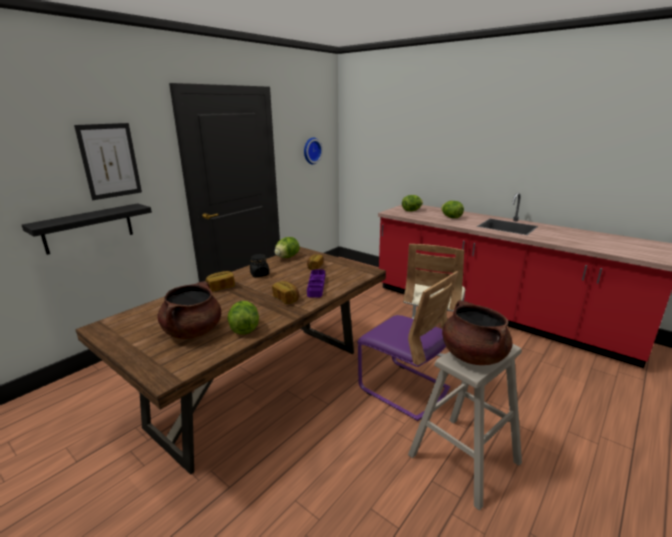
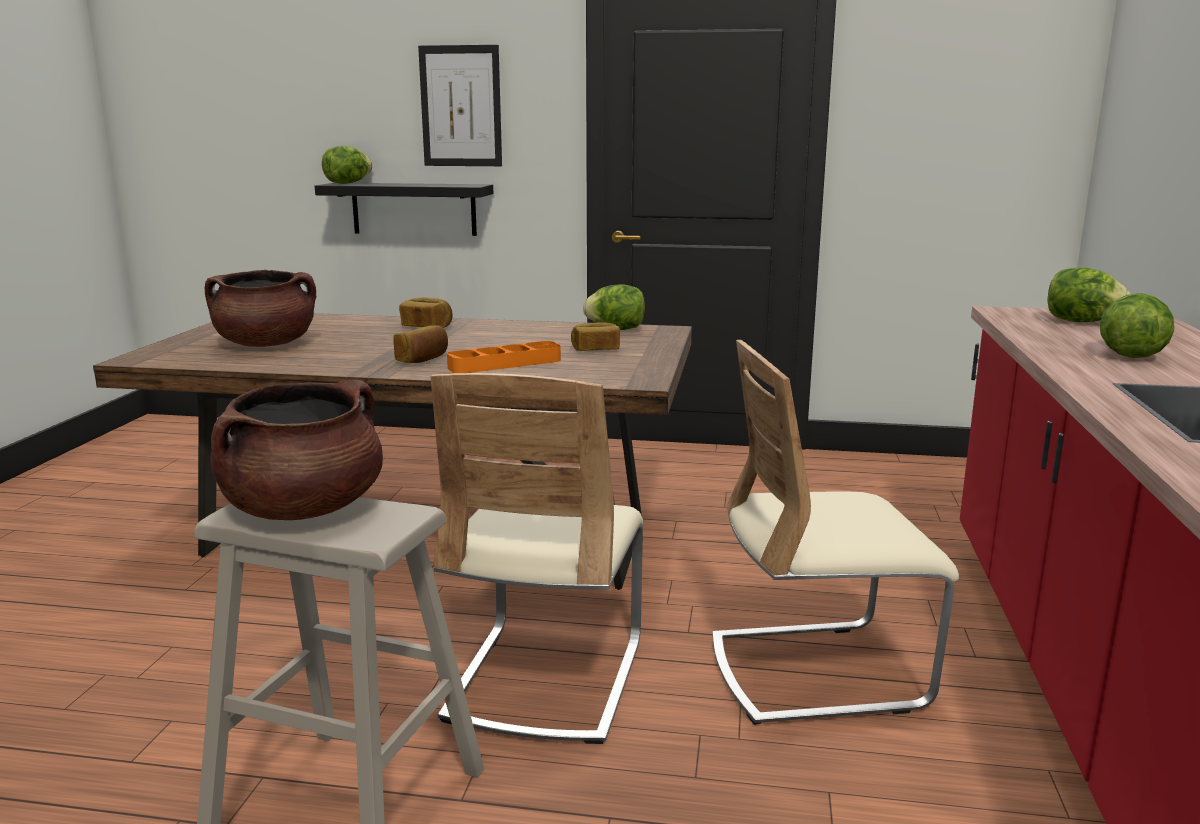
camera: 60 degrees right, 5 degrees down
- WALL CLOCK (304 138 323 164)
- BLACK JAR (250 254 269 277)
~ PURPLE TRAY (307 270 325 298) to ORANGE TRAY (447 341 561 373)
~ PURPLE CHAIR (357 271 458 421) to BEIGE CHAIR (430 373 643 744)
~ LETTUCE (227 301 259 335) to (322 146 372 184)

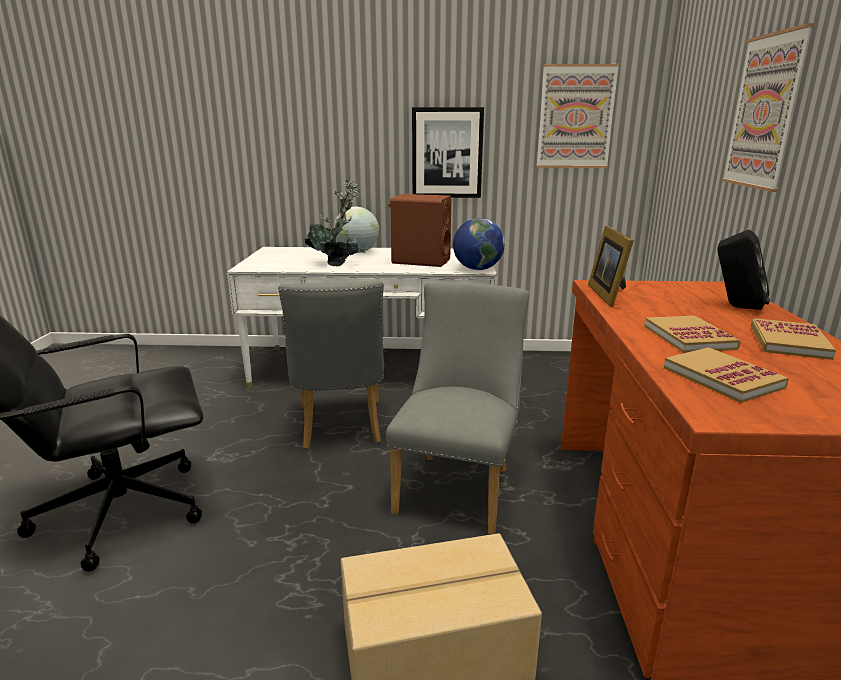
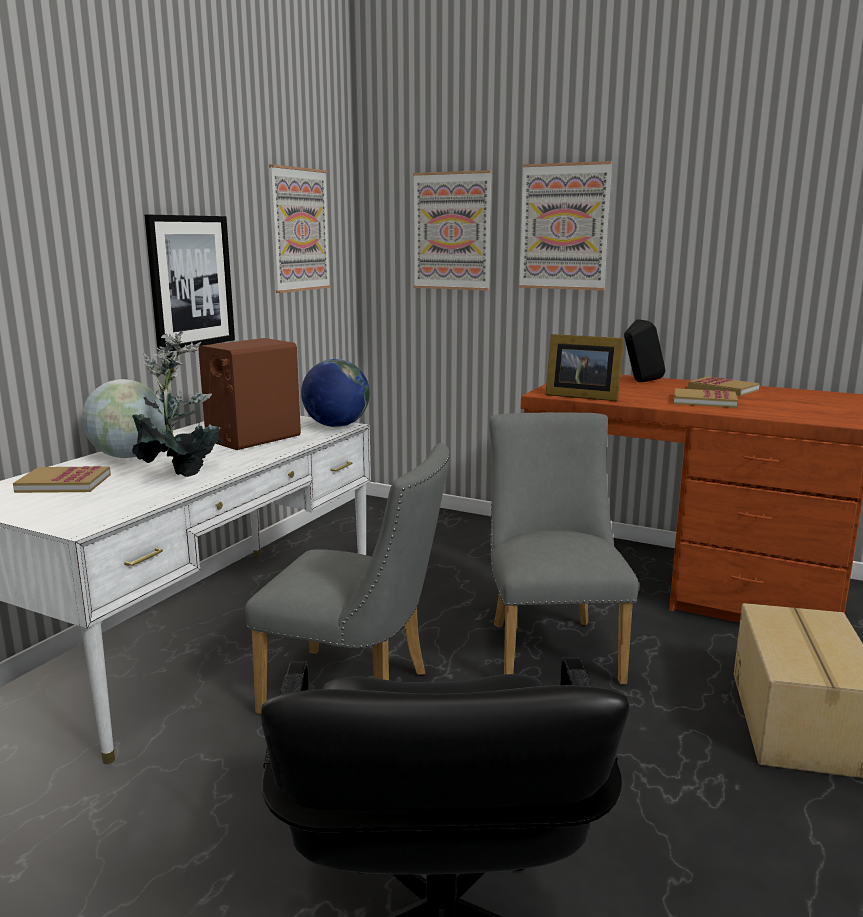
camera: 65 degrees left, 5 degrees down
~ GREY CHAIR (386 281 529 534) = (489 412 639 685) 45 degrees clockwise
~ BOOK (664 347 789 403) to (13 466 111 493)
+ PICTURE (413 170 492 291)

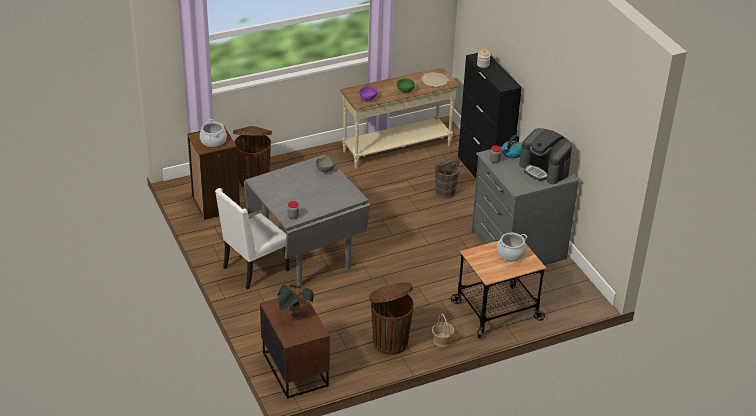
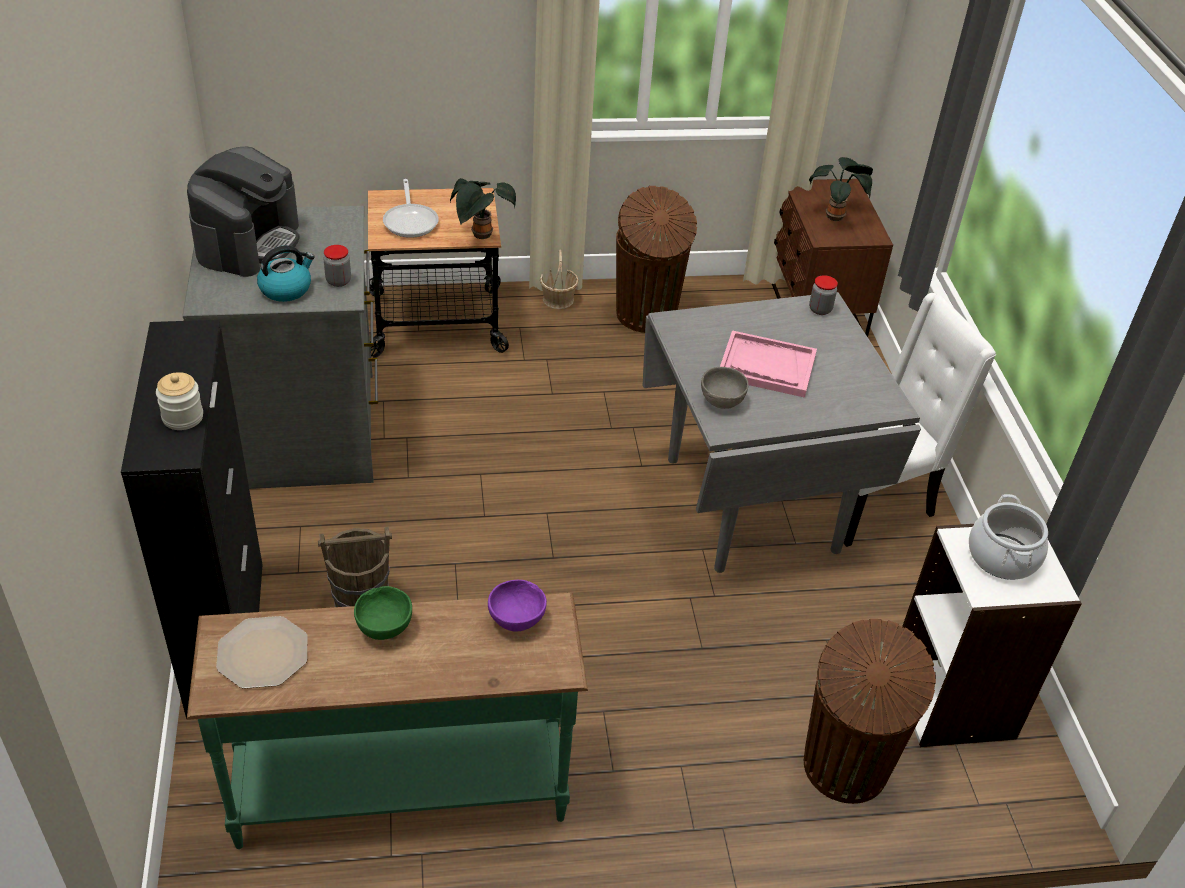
camera: 165 degrees left, 5 degrees up
~ BEIGE CONSOLE TABLE (340 67 460 168) to GREEN CONSOLE TABLE (187 593 588 849)
~ BROWN BOOKCASE (187 126 240 220) to WHITE BOOKCASE (902 524 1082 747)
~ COFFEE MACHINE (519 128 572 184) = (187 147 300 277) 45 degrees clockwise
~ COOKING POT (497 233 527 261) to FRYING PAN (383 179 439 238)
+ POTTED PLANT (450 178 516 239)
+ PINK TRAY (720 330 817 398)

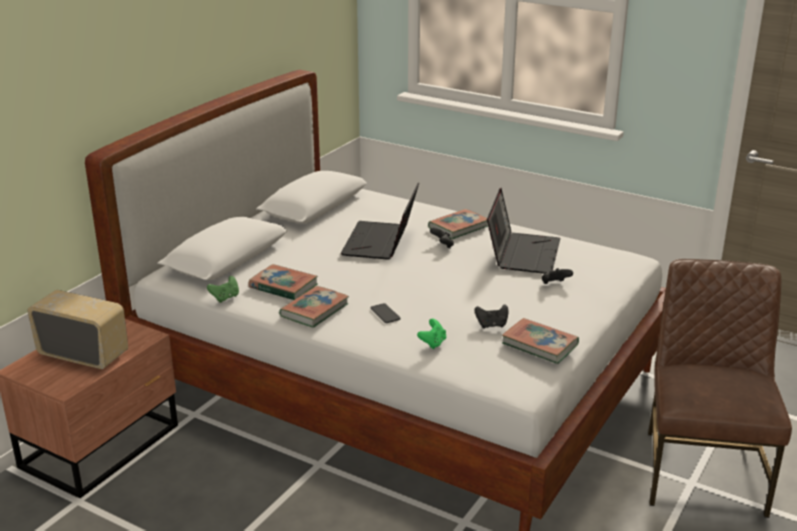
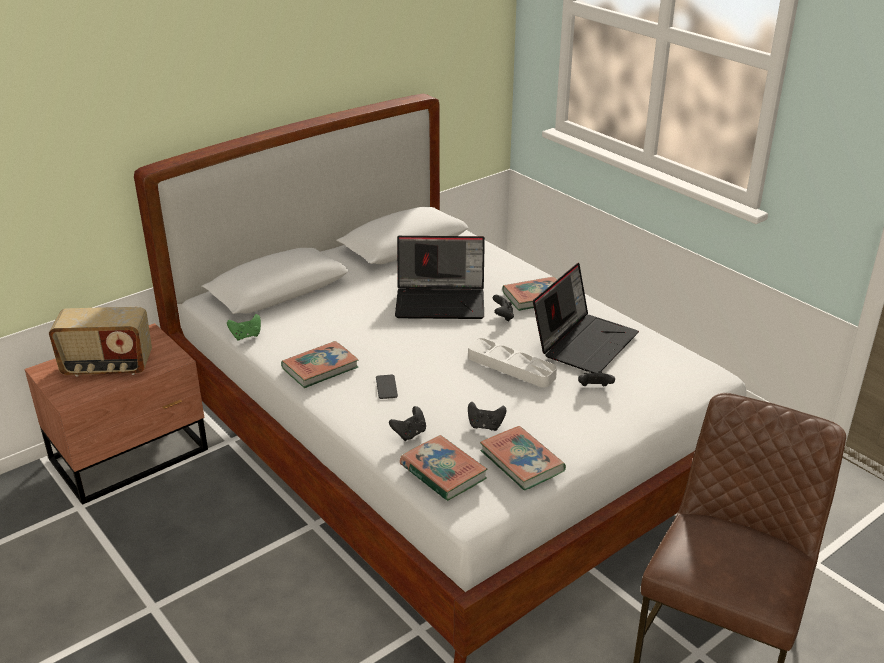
camera: 20 degrees right, 5 degrees up
~ LAPTOP (341 183 419 260) = (395 236 485 319) 120 degrees counterclockwise
~ BOOK (249 264 318 300) to (400 435 488 501)
~ RADIO (27 290 128 369) = (49 307 152 377) 135 degrees clockwise
~ GREEN GAME CONTROLLER (417 319 446 349) to BLACK GAME CONTROLLER (389 406 426 441)
+ GREY TRAY (468 338 557 387)

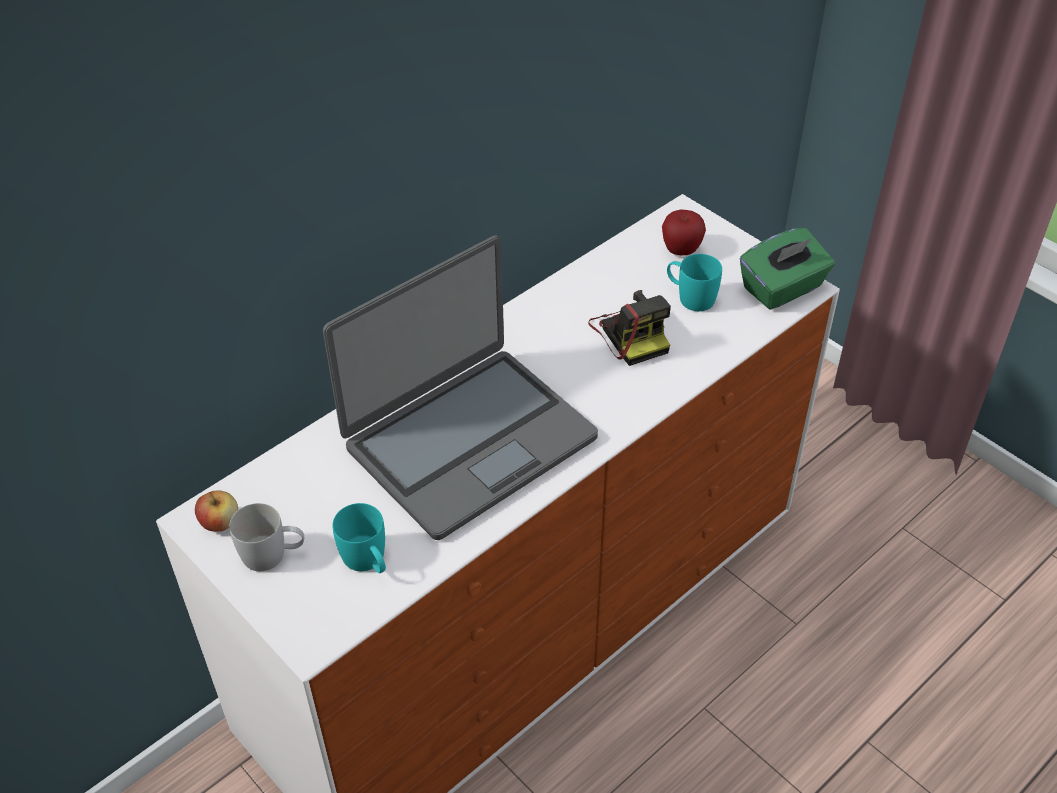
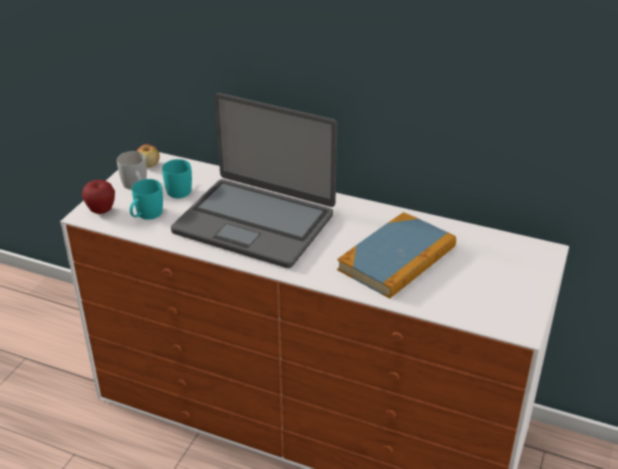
camera: 65 degrees right, 10 degrees down
~ APPLE (662 210 706 255) to (82 180 115 214)
- GREEN TISSUE BOX (740 228 835 310)
~ TURQUOISE MUG (667 254 722 311) to (162 159 192 198)
~ PHOTO CAMERA (588 290 671 366) to BOOK (337 212 456 299)

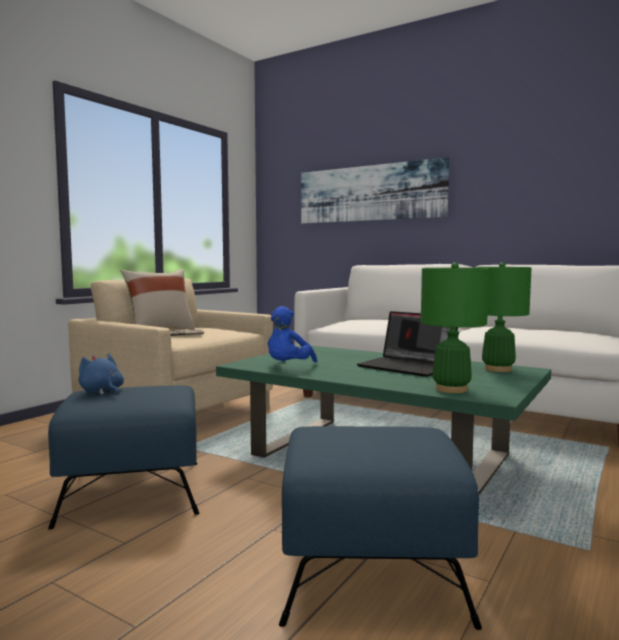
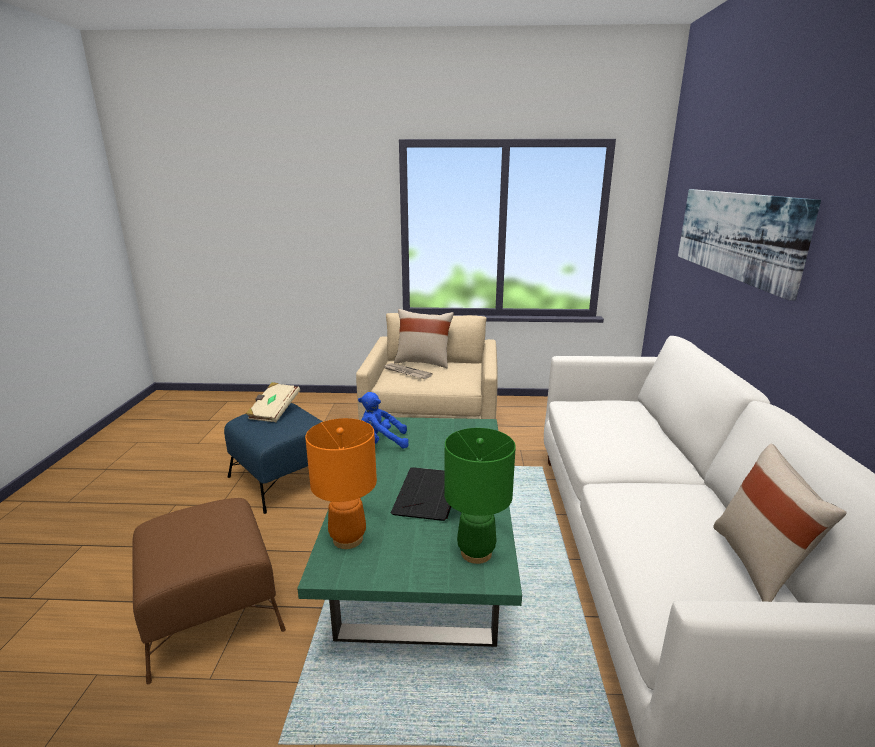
camera: 60 degrees right, 15 degrees up
~ GREEN TABLE LAMP (421 263 489 393) to ORANGE TABLE LAMP (305 418 377 549)
~ BLUE PLUSH TOY (79 353 124 395) to BEIGE BOOK (246 382 300 422)
~ BLUE OTTOMAN (279 426 482 630) to BROWN OTTOMAN (133 498 286 685)
+ BEIGE PILLOW (713 444 847 602)

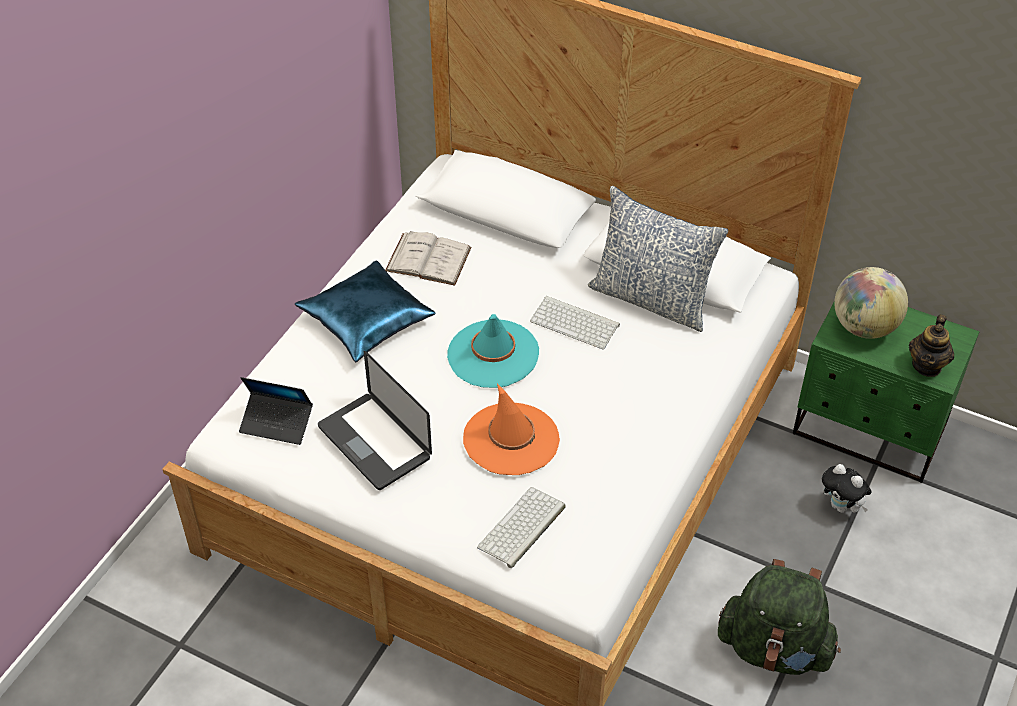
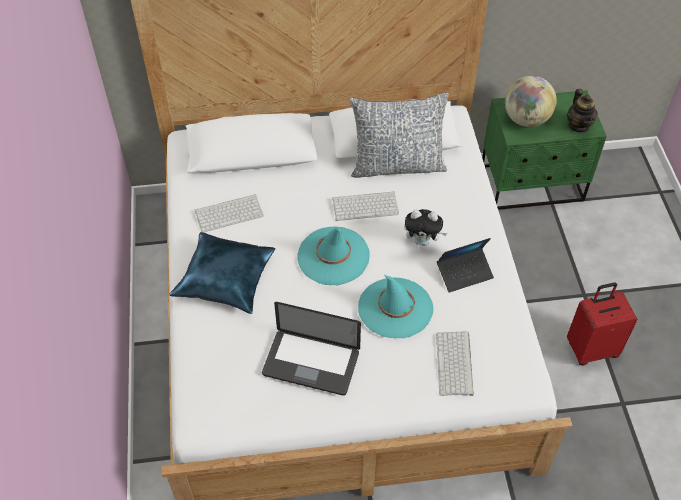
camera: 35 degrees left, 5 degrees up
~ WHITE BOOK (385 231 472 286) to KEYBOARD (195 194 264 232)
~ LAPTOP (239 377 313 445) to (437 238 494 293)
~ ORANGE HAT (463 384 560 475) to TURQUOISE HAT (358 275 433 338)
~ PLUSH TOY (822 464 871 513) to (404 209 447 246)
~ GREEN BACKPACK (718 559 841 675) to RED SUITCASE (567 283 637 366)

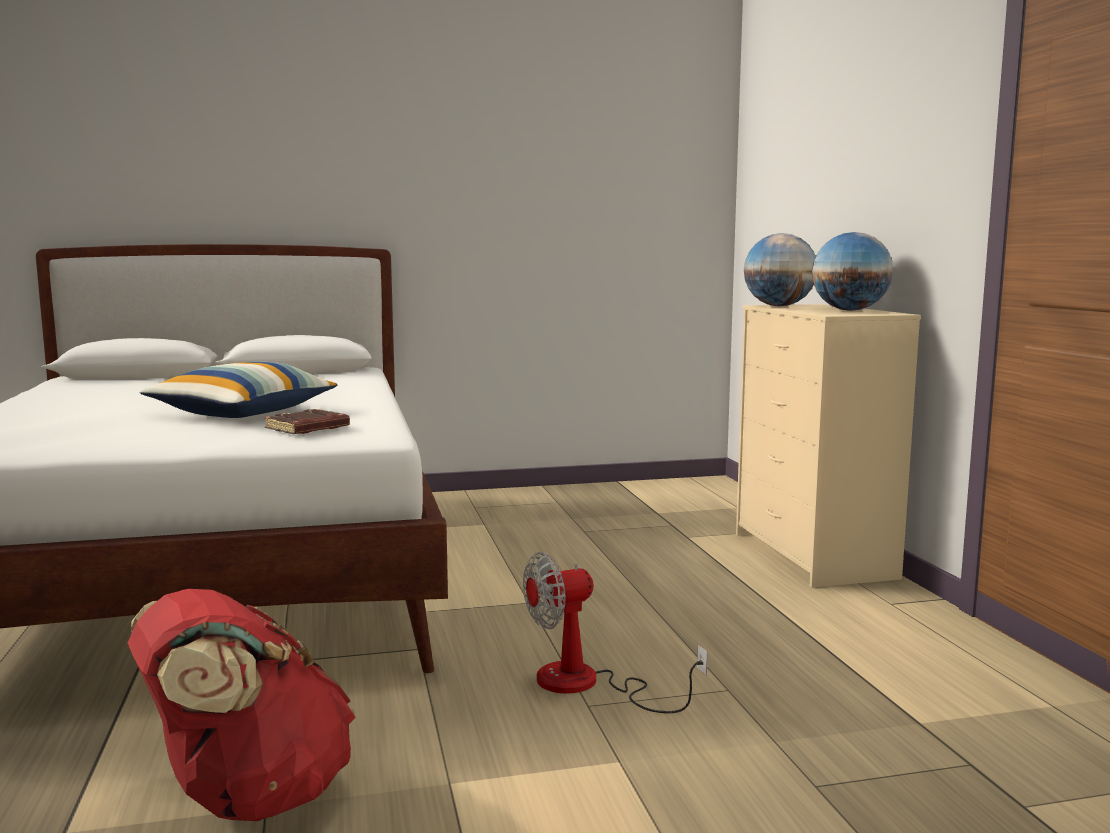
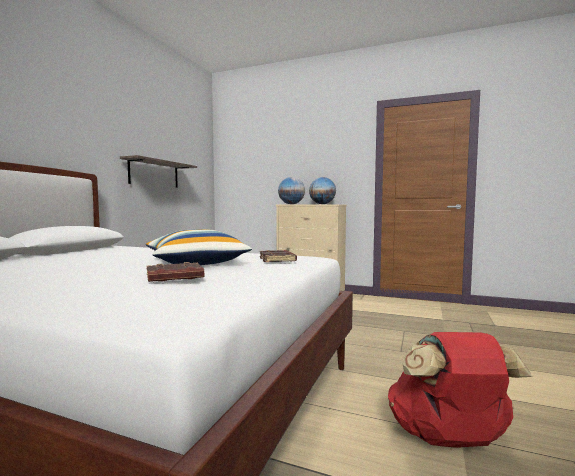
camera: 55 degrees left, 5 degrees down
- FAN (523 552 708 713)
+ SHELF (120 155 197 188)
+ BROWN BOOK (146 262 204 282)

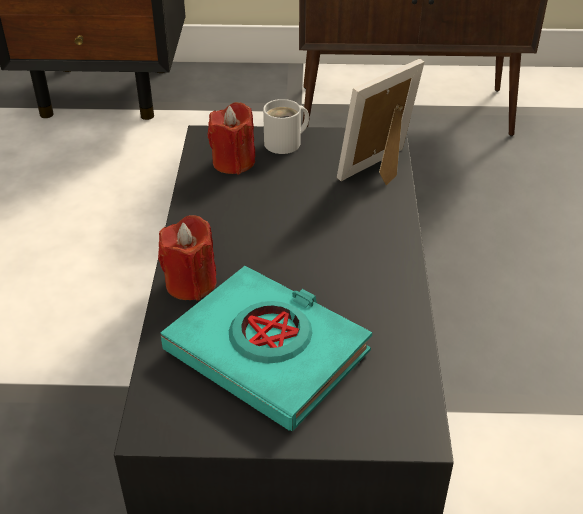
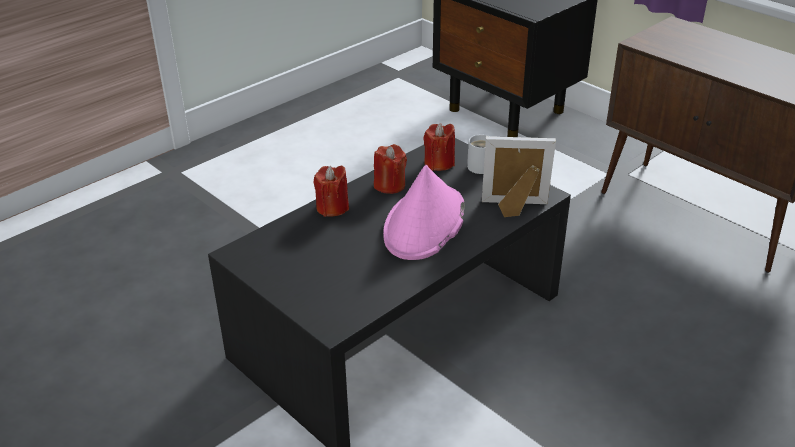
camera: 45 degrees right, 5 degrees down
- TURQUOISE BOOK (161 266 372 431)
+ RED CANDLE (374 144 407 194)
+ PINK HAT (383 165 465 260)

